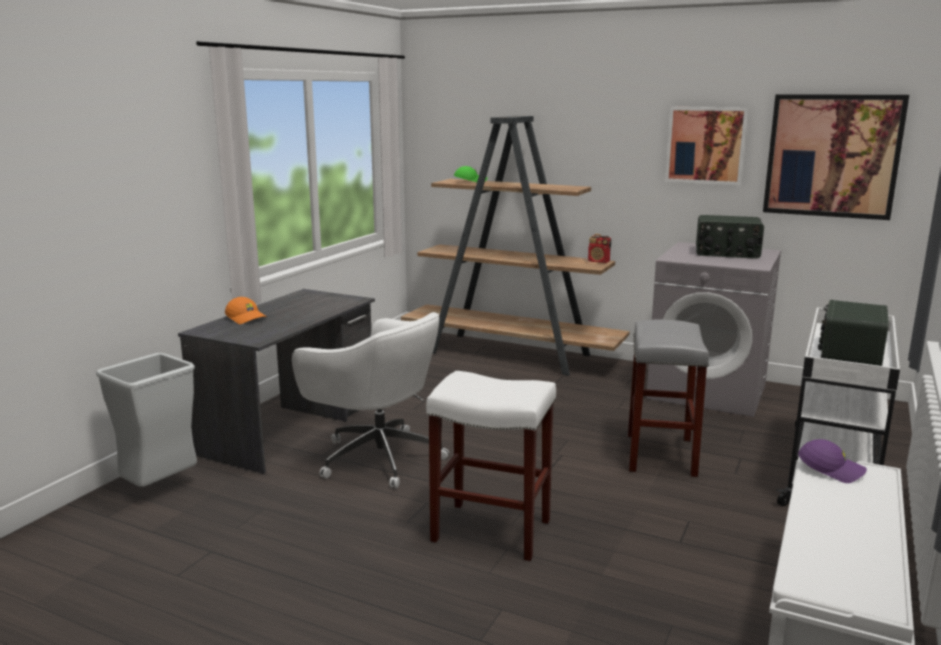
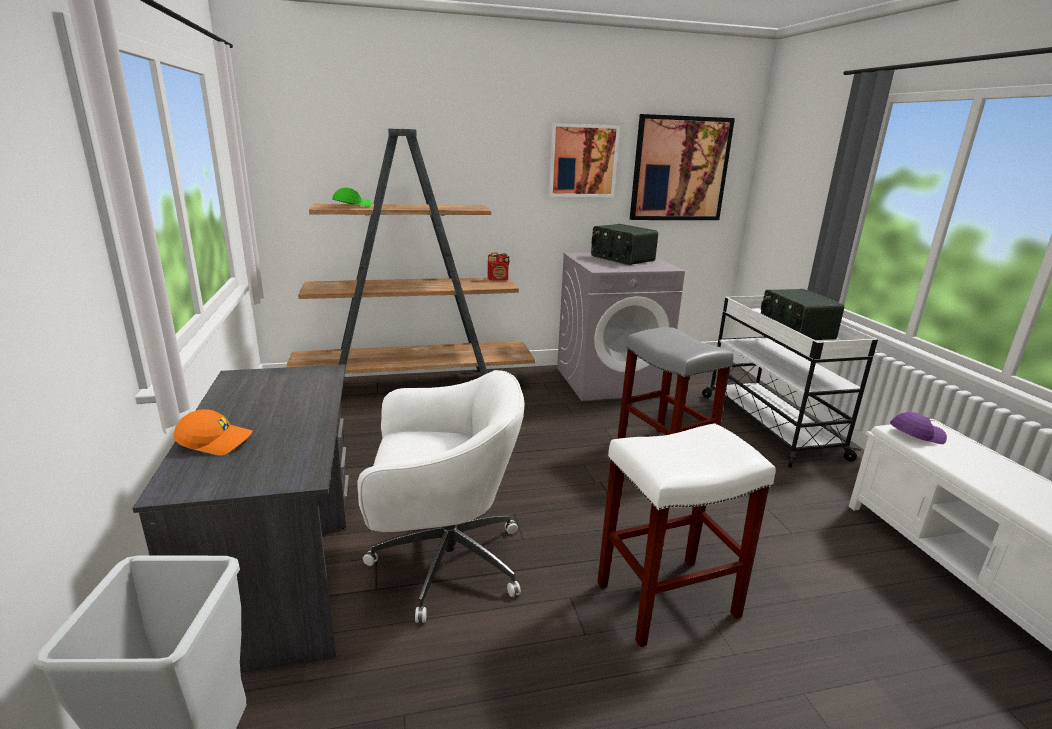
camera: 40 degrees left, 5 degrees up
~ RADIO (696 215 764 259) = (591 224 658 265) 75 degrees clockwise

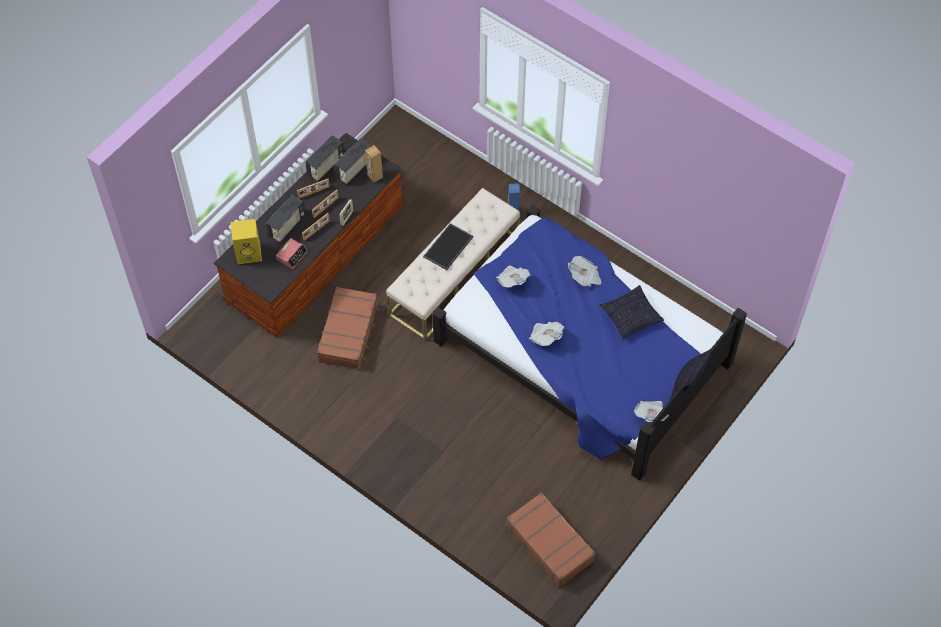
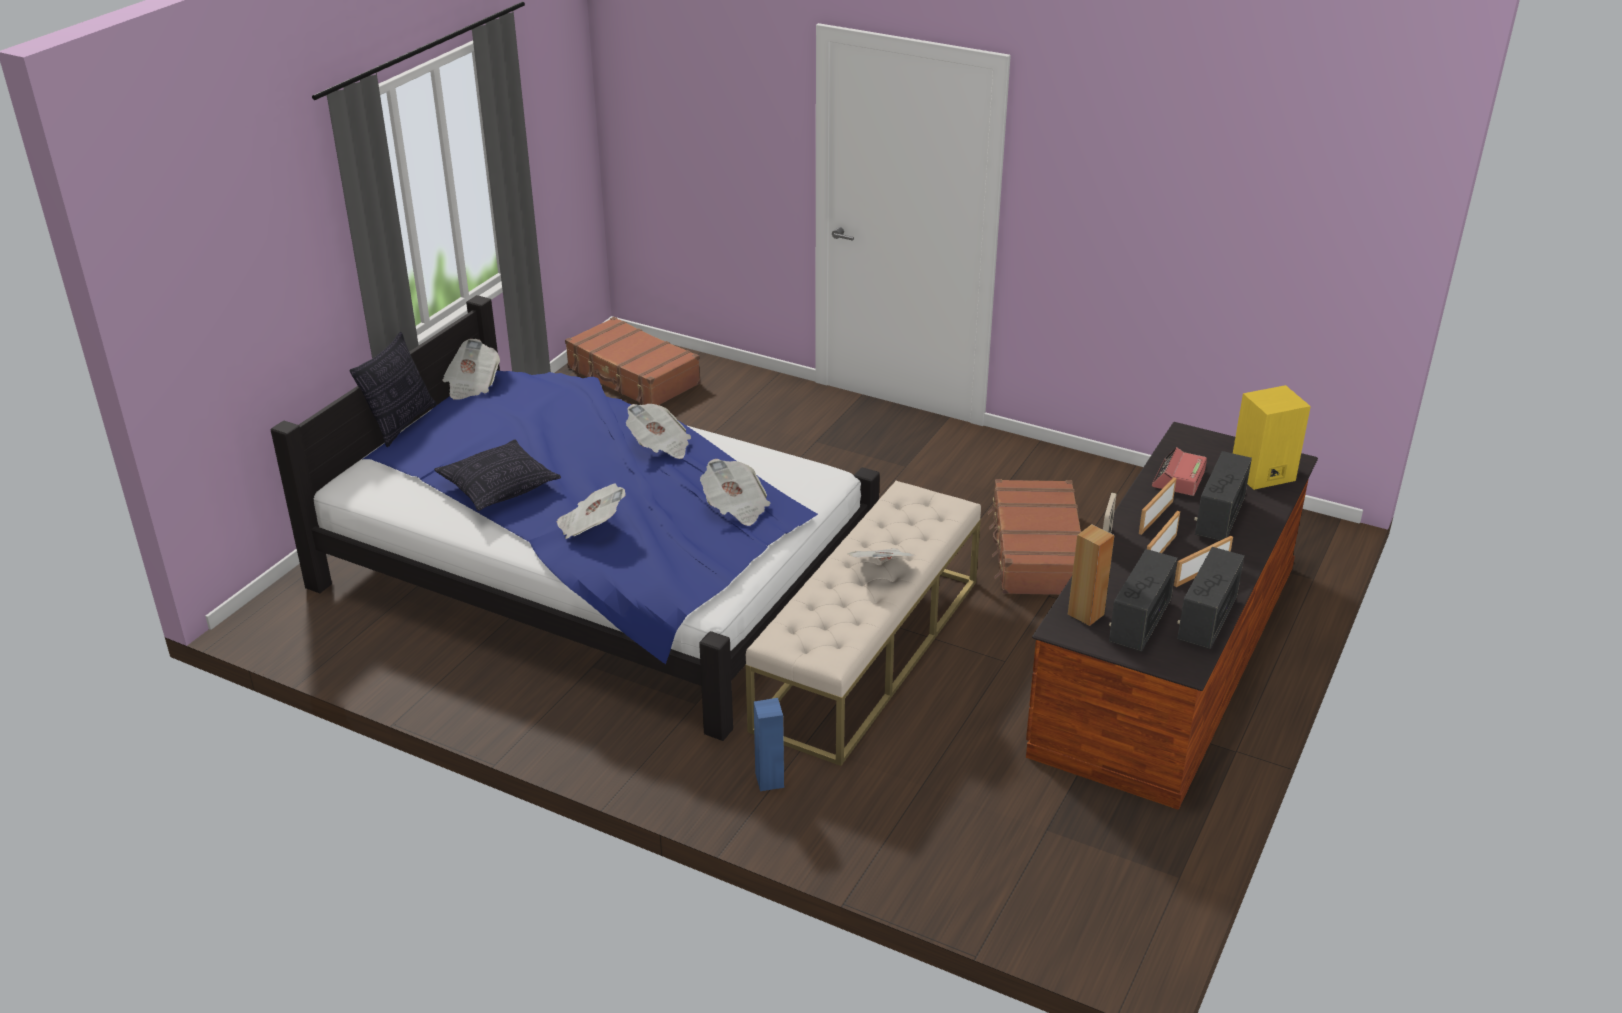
camera: 170 degrees right, 25 degrees down
~ TRAY (423 223 473 270) to NEWSPAPER (848 548 914 561)

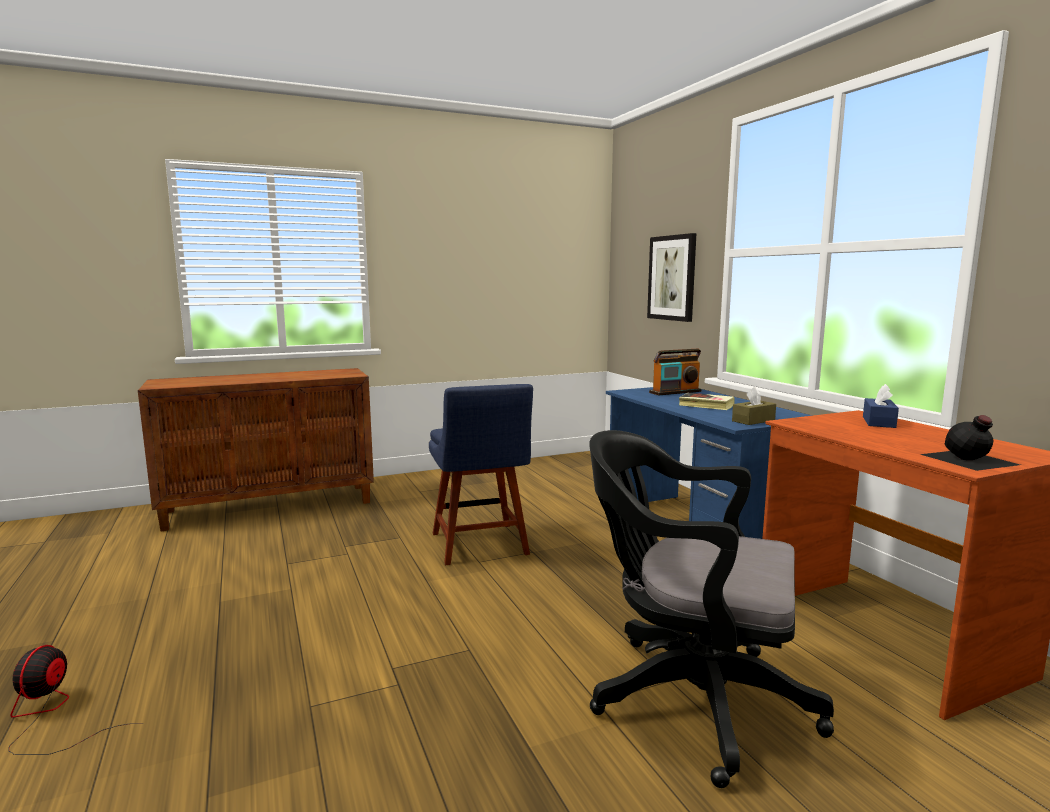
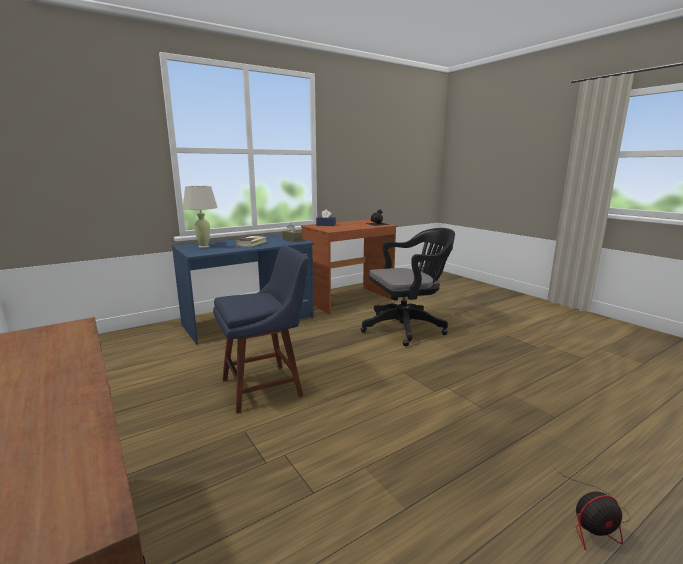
camera: 100 degrees left, 5 degrees up
- PICTURE (647 233 697 322)
~ RADIO (649 349 702 395) to BEIGE TABLE LAMP (183 186 218 248)
~ BLACK OFFICE CHAIR (590 430 834 788) = (361 228 455 346) 120 degrees counterclockwise

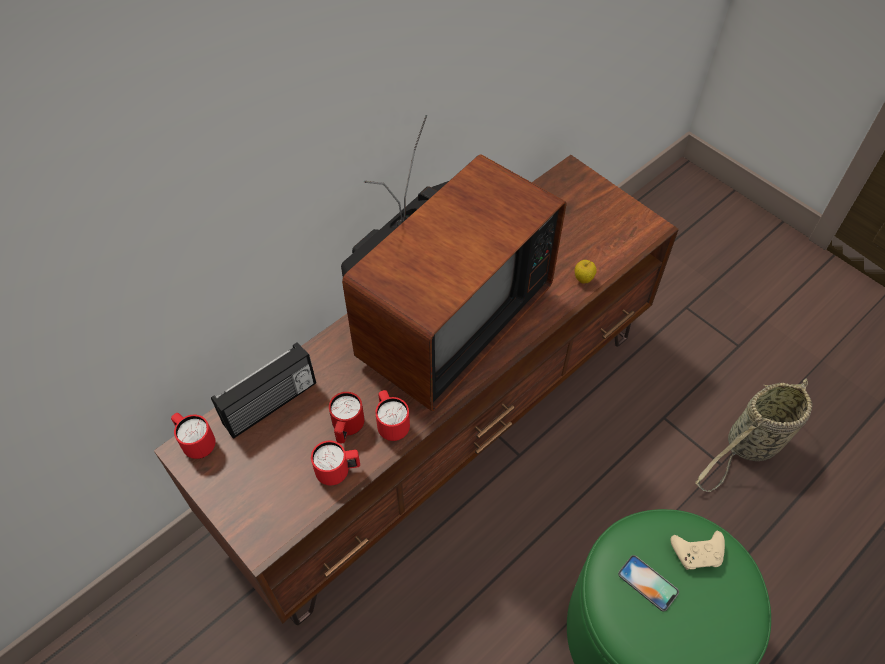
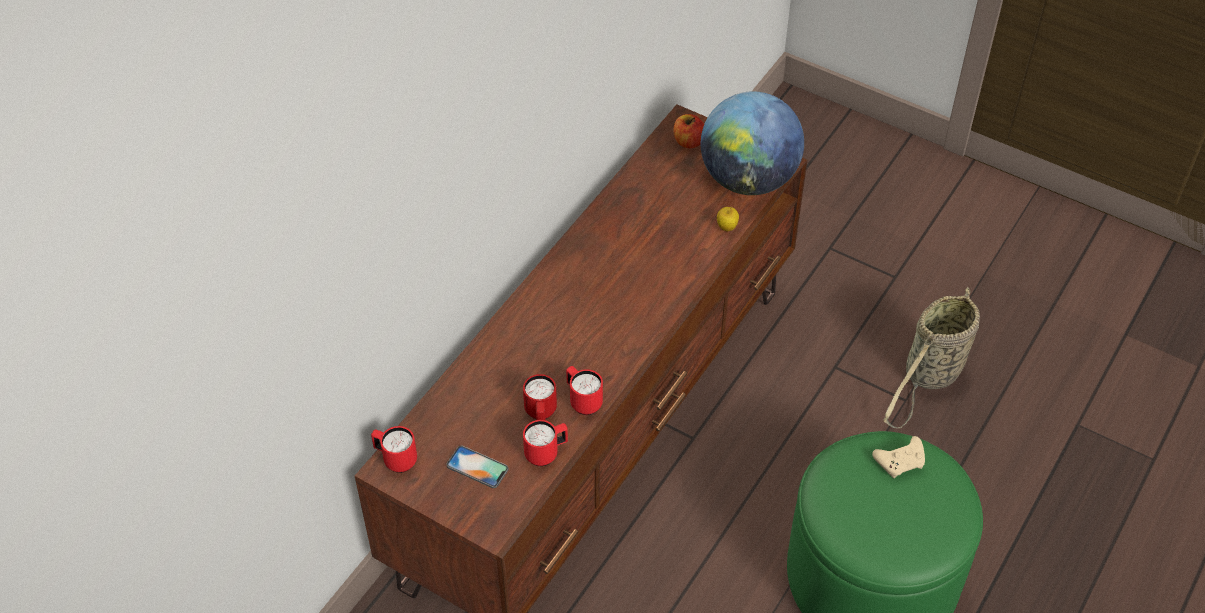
camera: 15 degrees left, 5 degrees down
- TELEVISION (341 115 566 411)
- RADIO (211 342 316 439)
~ PHONE (618 555 679 612) to (446 446 508 488)
+ GLOBE (701 91 804 195)
+ APPLE (674 114 704 148)

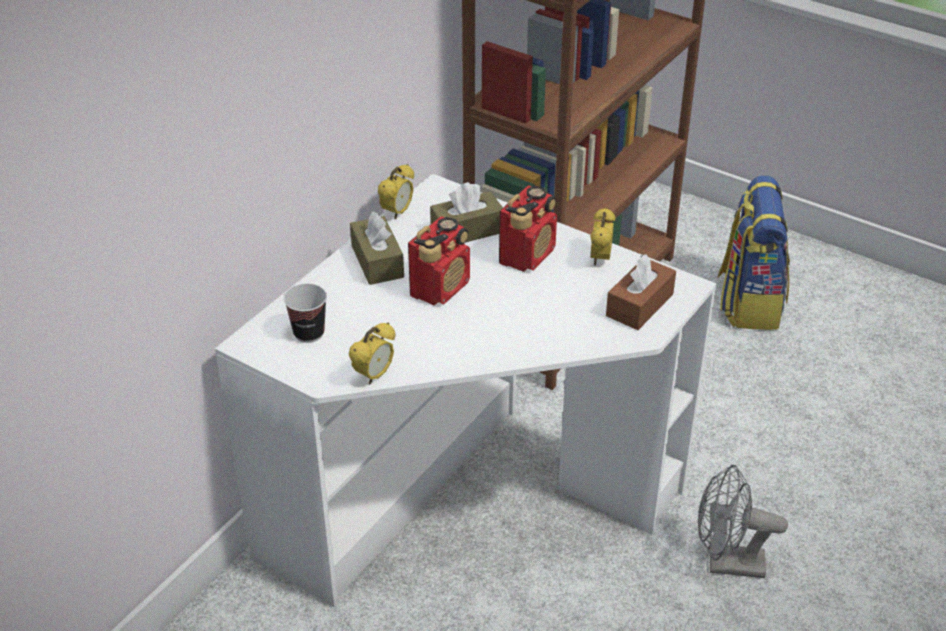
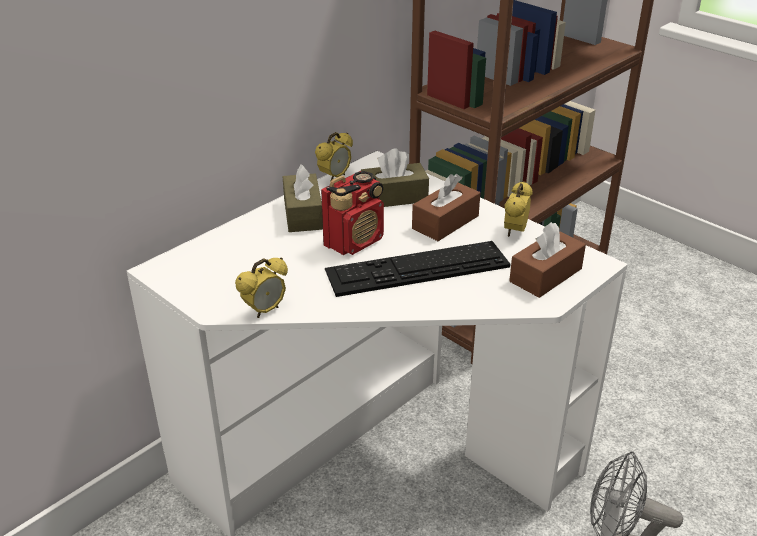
camera: 10 degrees right, 5 degrees down
- BACKPACK (717 176 790 330)
~ RADIO (499 185 557 272) to BROWN TISSUE BOX (412 174 480 241)
- CUP (284 284 327 343)
+ KEYBOARD (325 241 510 297)

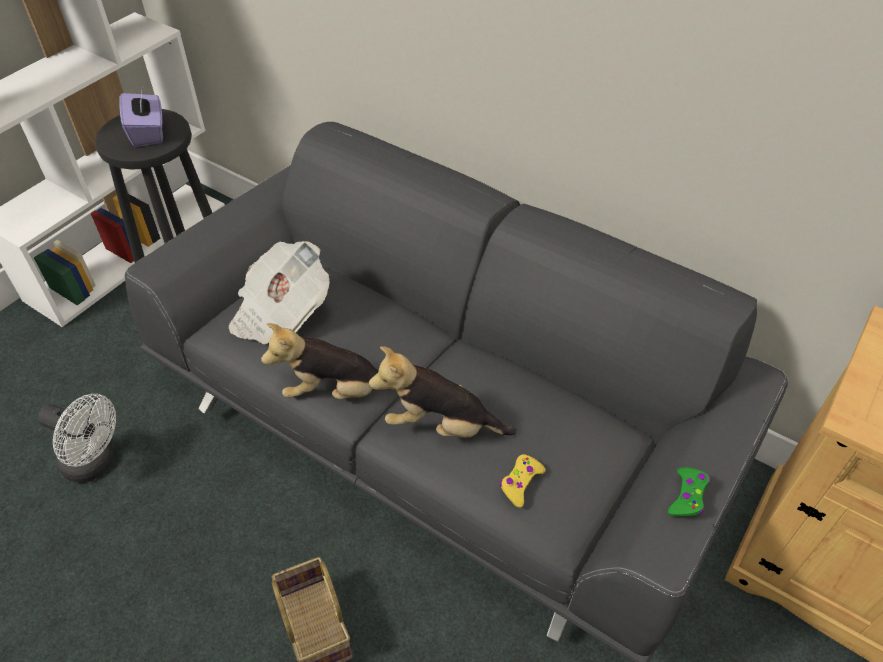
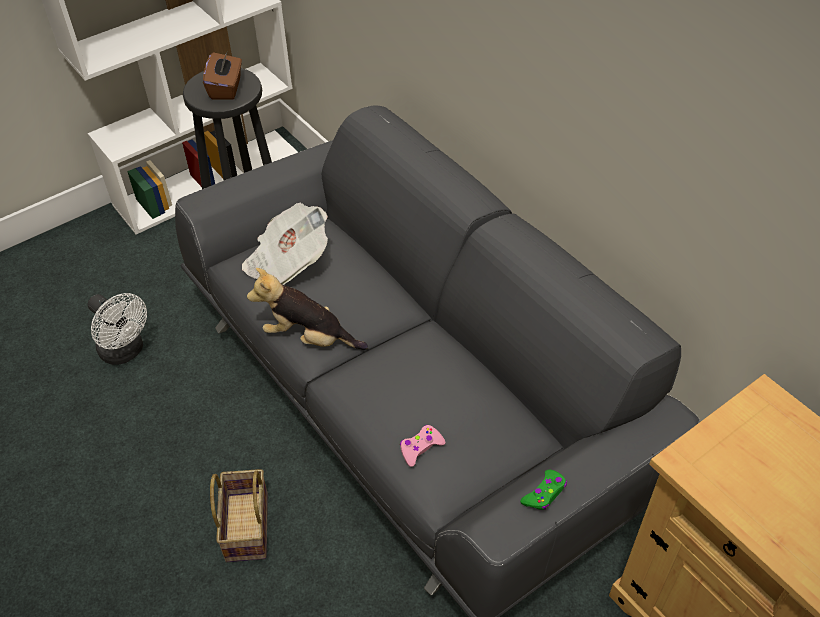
camera: 20 degrees right, 0 degrees up
~ PURPLE TISSUE BOX (119 91 163 147) to BROWN TISSUE BOX (203 50 242 100)
- PLUSH TOY (369 346 517 438)
~ YELLOW GAME CONTROLLER (500 454 545 508) to PINK GAME CONTROLLER (400 425 445 467)

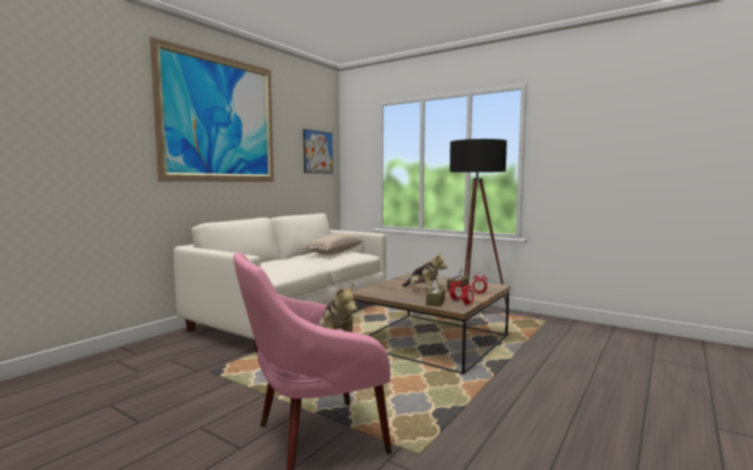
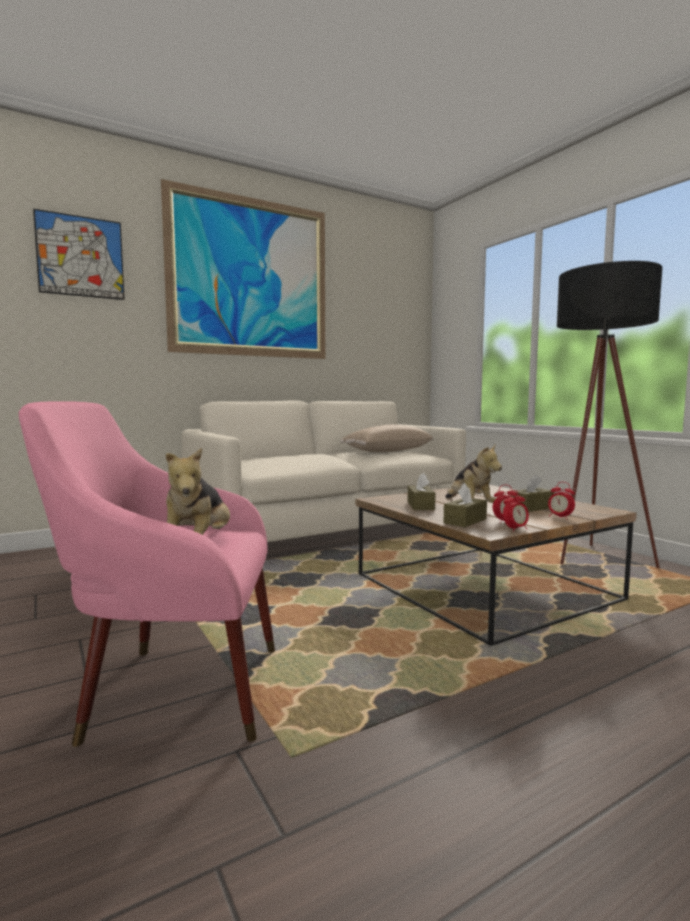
camera: 25 degrees right, 0 degrees up
~ PICTURE (303 129 333 174) to (33 209 125 300)
+ BROWN TISSUE BOX (408 473 435 510)

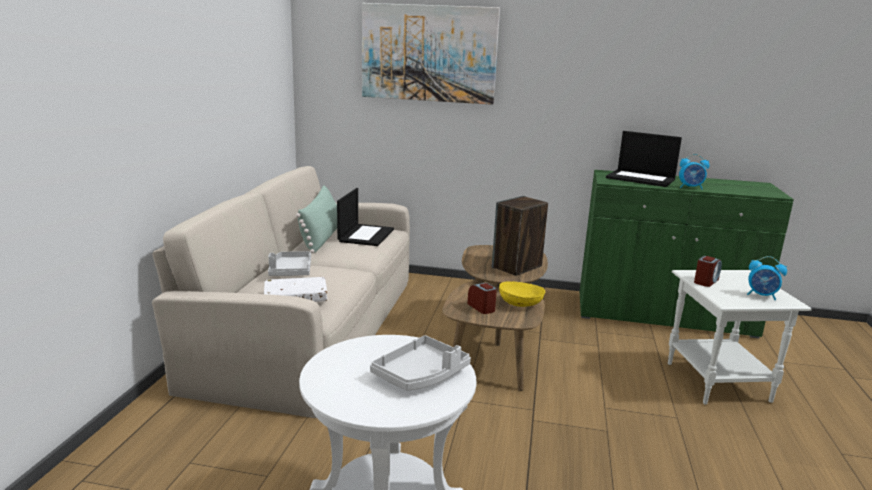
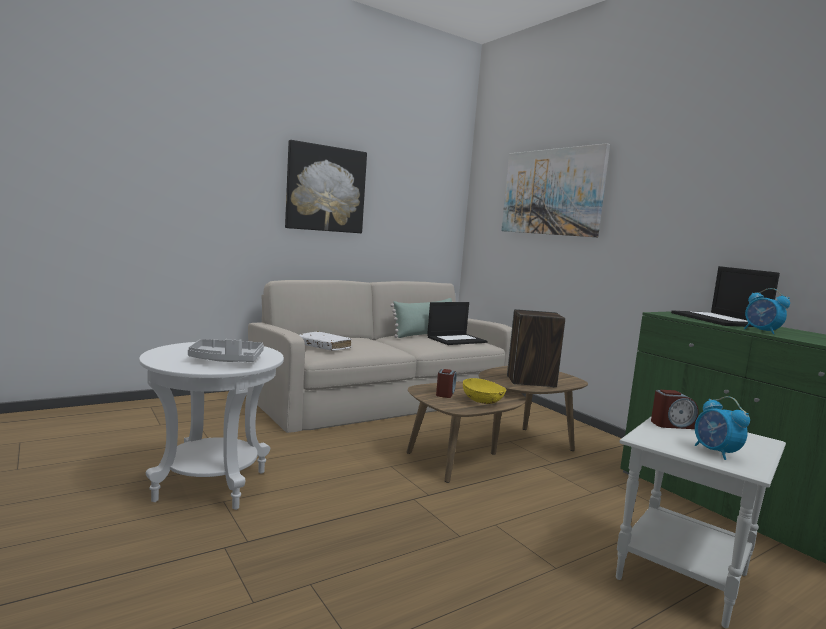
camera: 45 degrees right, 10 degrees down
- GREY TRAY (268 251 311 276)
+ PICTURE (285 140 367 233)

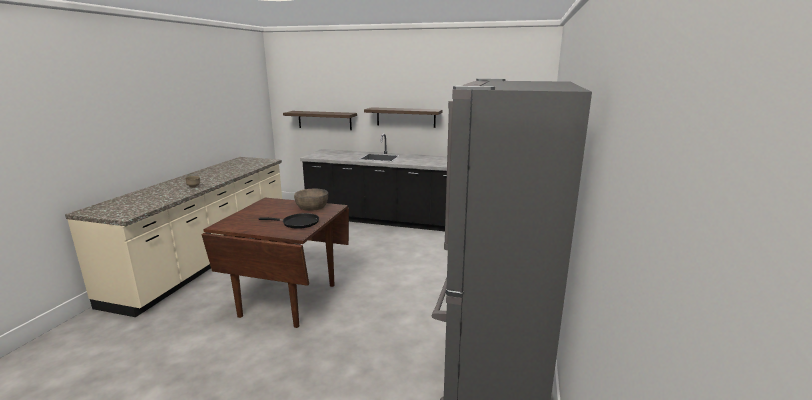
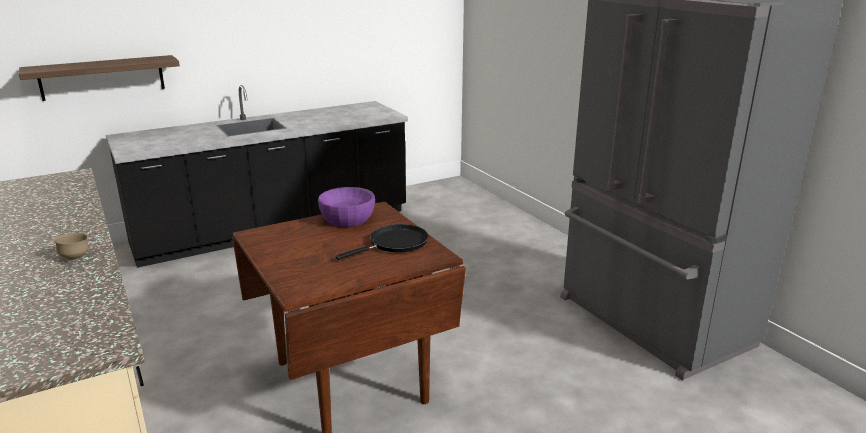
camera: 45 degrees left, 5 degrees up
- SHELF (364 107 443 128)
~ BROWN BOWL (294 189 328 211) to PURPLE BOWL (318 187 375 227)

